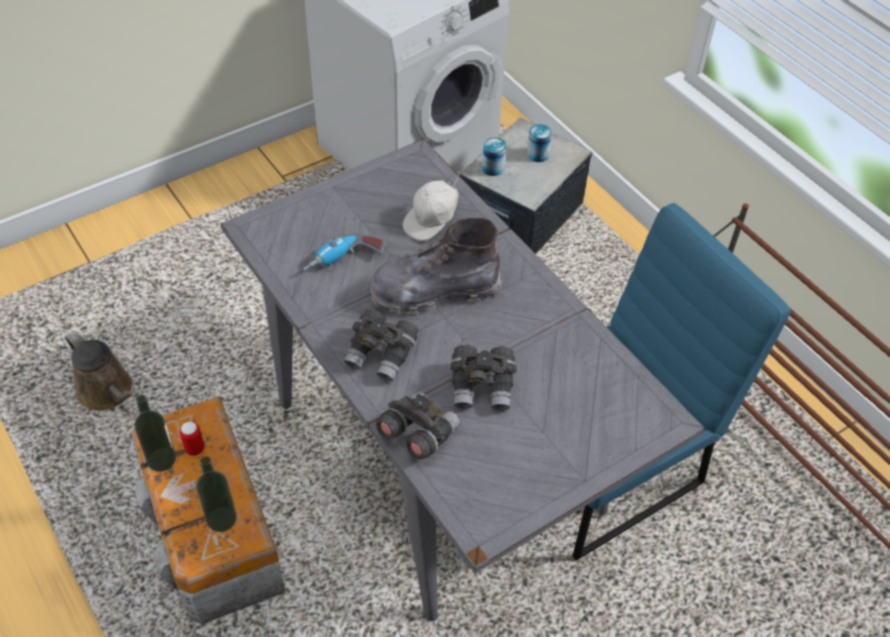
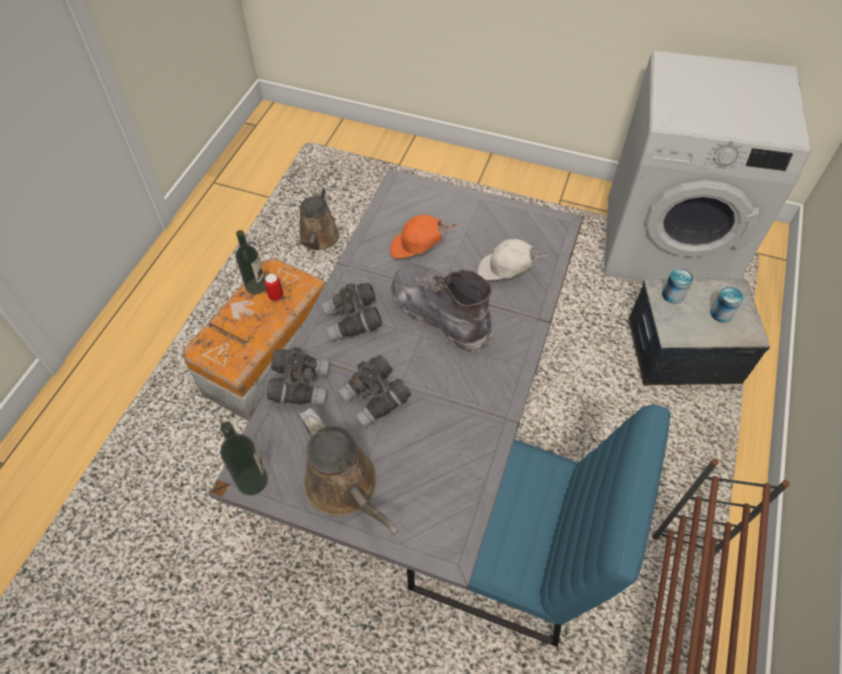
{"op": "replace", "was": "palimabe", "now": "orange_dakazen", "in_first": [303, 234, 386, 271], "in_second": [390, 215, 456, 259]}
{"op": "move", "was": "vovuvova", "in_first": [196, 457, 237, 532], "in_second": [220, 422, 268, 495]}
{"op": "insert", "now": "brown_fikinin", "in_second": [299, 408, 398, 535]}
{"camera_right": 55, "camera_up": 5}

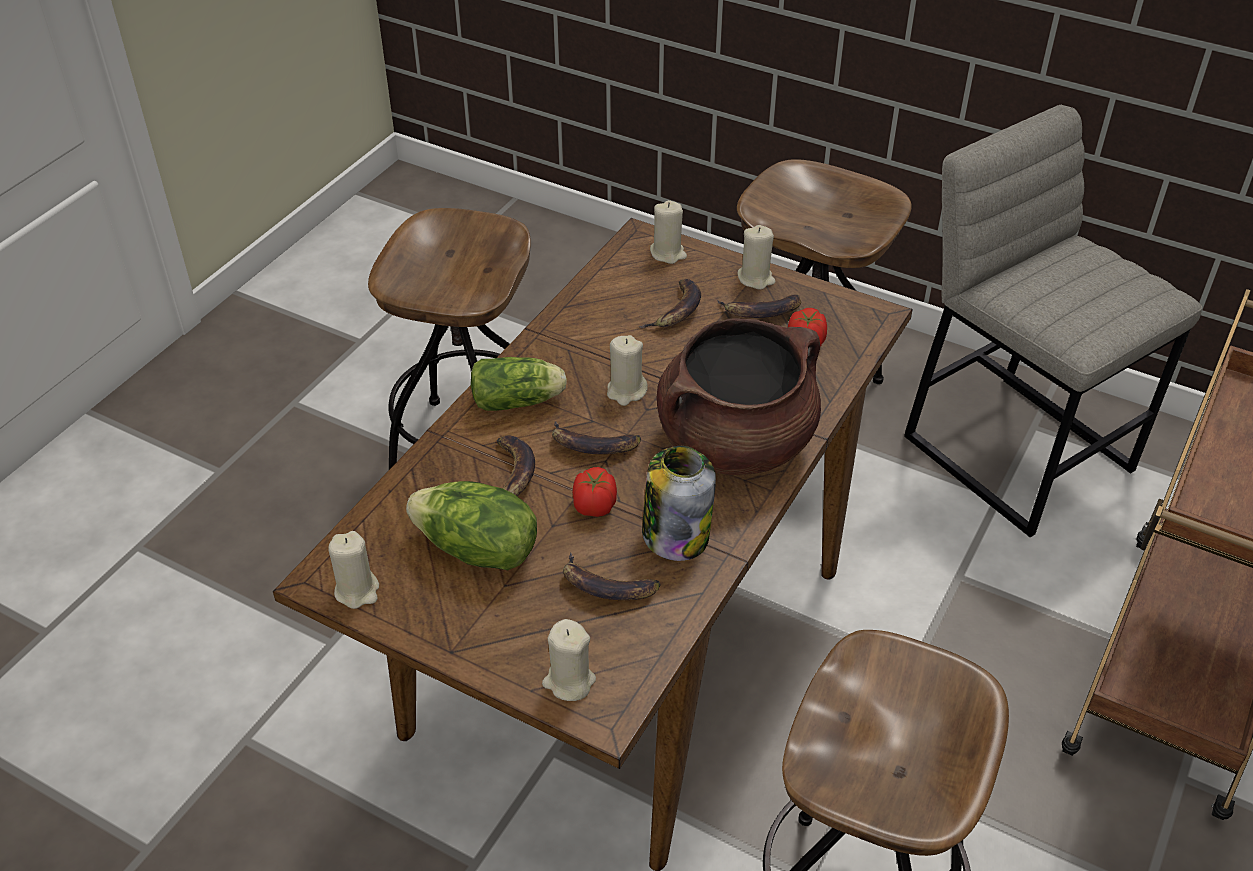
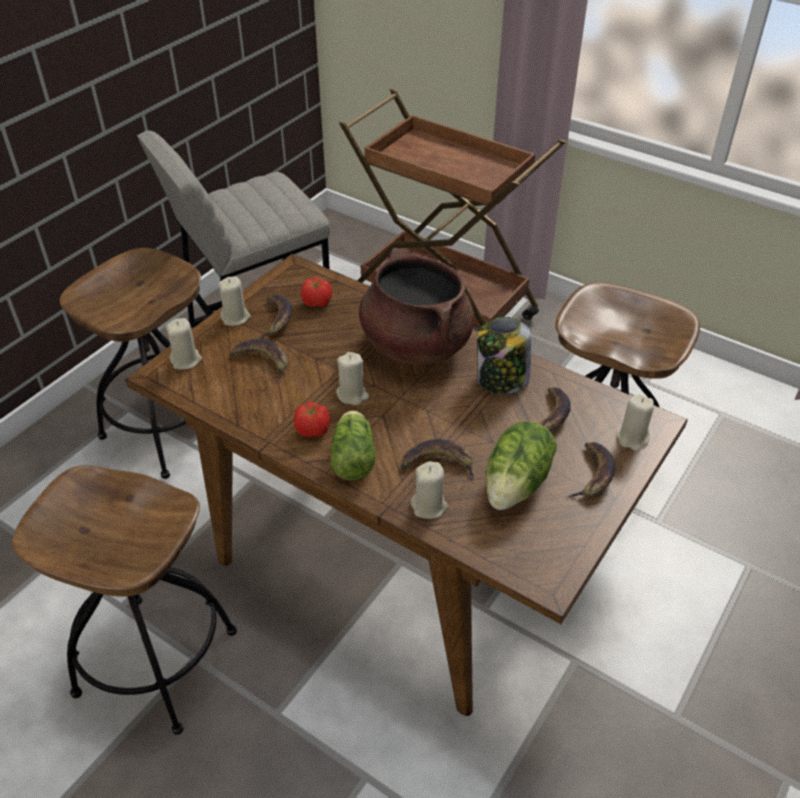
{"op": "move", "was": "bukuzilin", "in_first": [552, 421, 641, 454], "in_second": [567, 442, 615, 498]}
{"op": "move", "was": "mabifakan", "in_first": [572, 467, 617, 517], "in_second": [294, 402, 330, 437]}
{"op": "move", "was": "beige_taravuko", "in_first": [328, 531, 379, 609], "in_second": [411, 461, 448, 519]}
{"camera_right": -85, "camera_up": 0}

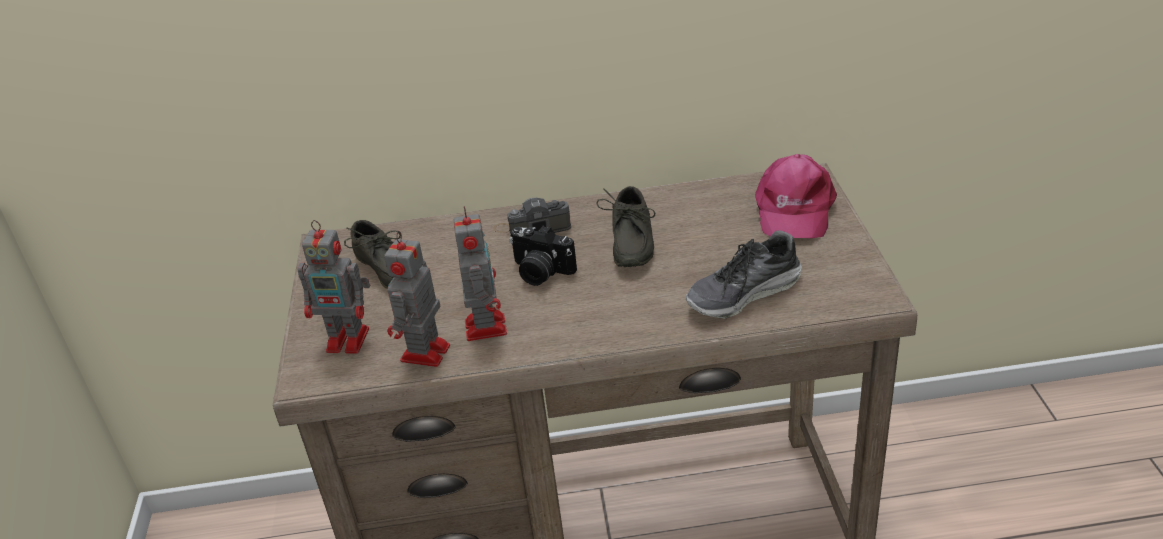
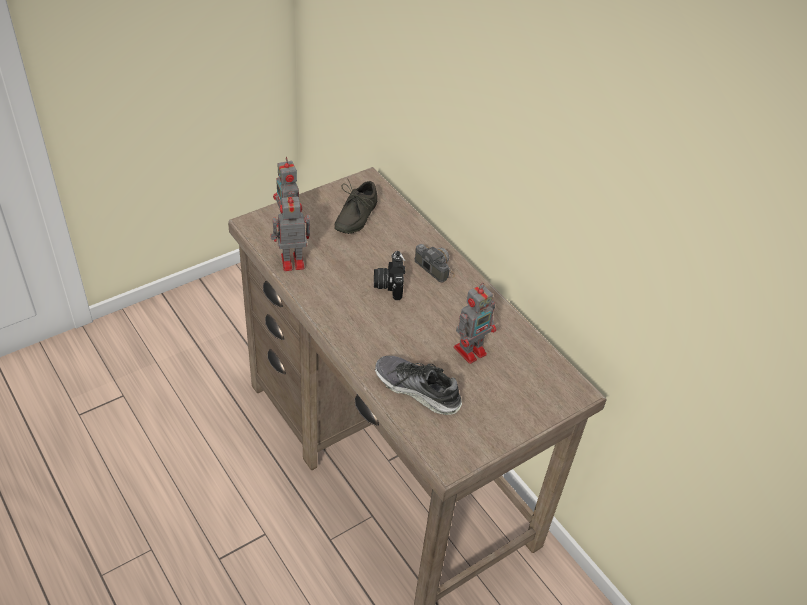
{"op": "delete", "was": "pink_dakazen", "in_first": [755, 154, 837, 238]}
{"op": "delete", "was": "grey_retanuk", "in_first": [596, 186, 655, 267]}
{"op": "move", "was": "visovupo", "in_first": [454, 206, 507, 341], "in_second": [454, 283, 496, 364]}
{"camera_right": 55, "camera_up": 10}

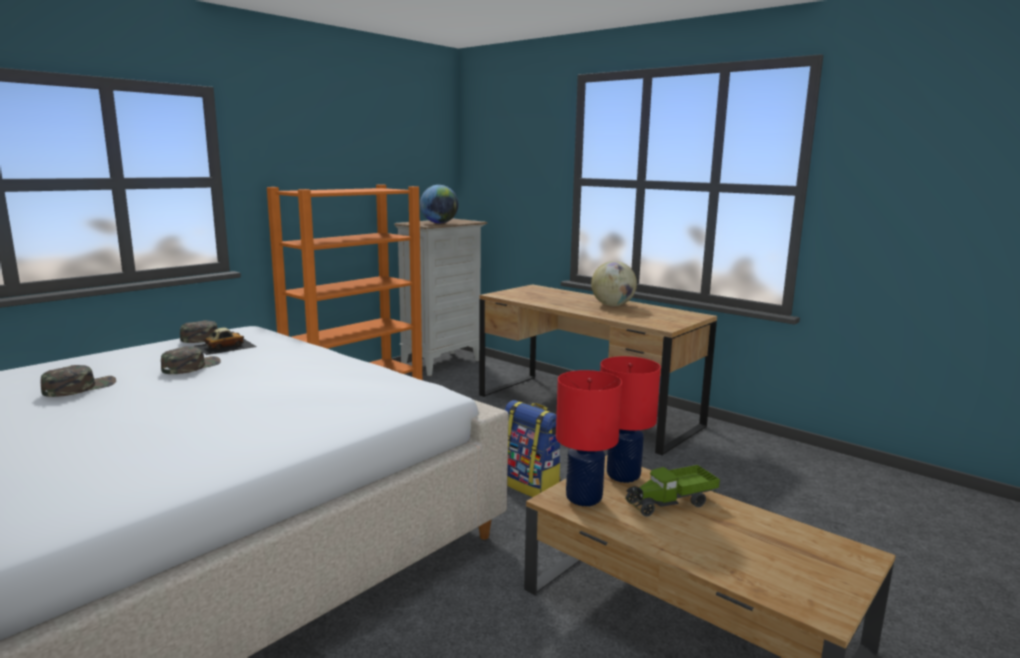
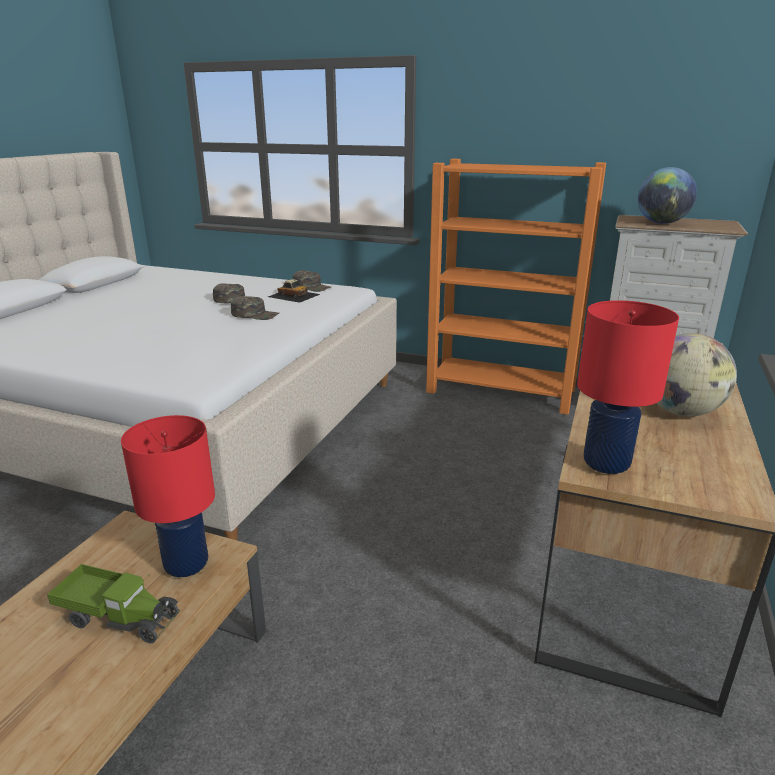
{"op": "move", "was": "green_dakazen", "in_first": [41, 365, 116, 397], "in_second": [231, 296, 279, 320]}
{"op": "move", "was": "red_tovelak", "in_first": [556, 370, 622, 507], "in_second": [577, 300, 679, 474]}
{"op": "delete", "was": "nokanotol", "in_first": [504, 400, 561, 497]}
{"op": "rotate", "was": "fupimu", "in_first": [625, 465, 720, 517], "in_second": [47, 564, 180, 643], "clockwise": 150}
{"camera_right": 70, "camera_up": 10}

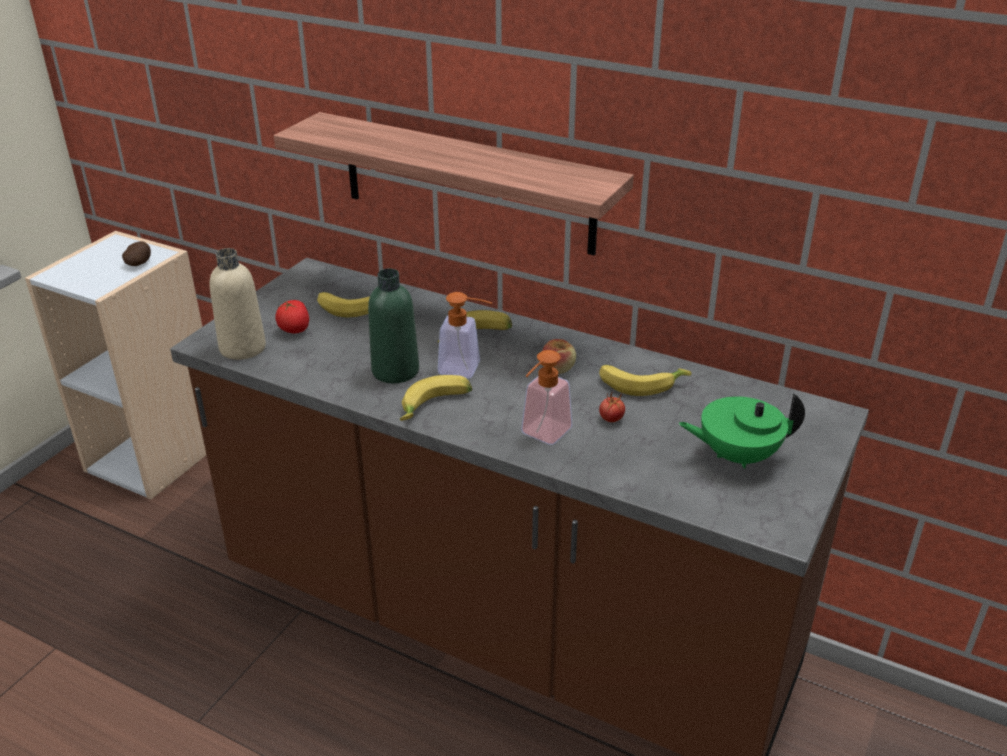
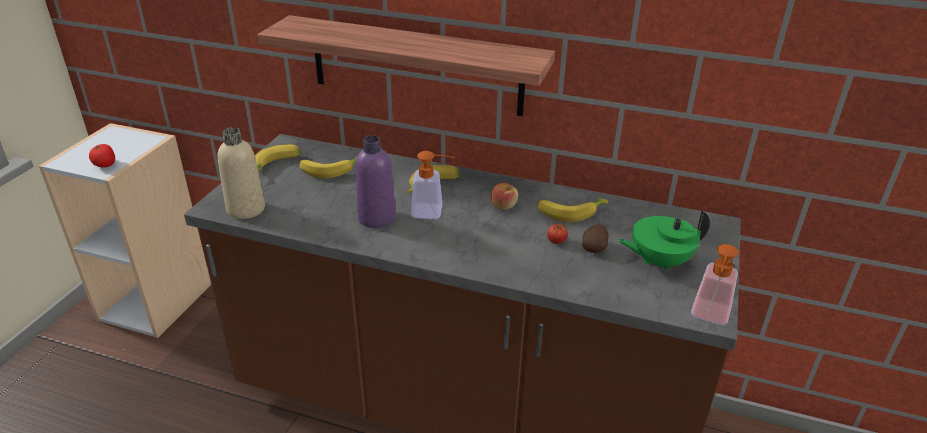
{"op": "move", "was": "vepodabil", "in_first": [122, 241, 151, 266], "in_second": [582, 224, 609, 253]}
{"op": "recolor", "was": "green_vovuvova", "now": "purple_vovuvova", "in_first": [368, 268, 419, 383], "in_second": [355, 135, 396, 228]}
{"op": "move", "was": "mabifakan", "in_first": [275, 300, 309, 333], "in_second": [89, 144, 115, 167]}
{"op": "move", "was": "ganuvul", "in_first": [521, 350, 572, 445], "in_second": [691, 244, 739, 325]}
{"op": "move", "was": "bukuzilin", "in_first": [400, 375, 472, 421], "in_second": [255, 145, 302, 172]}
{"camera_right": -10, "camera_up": 0}

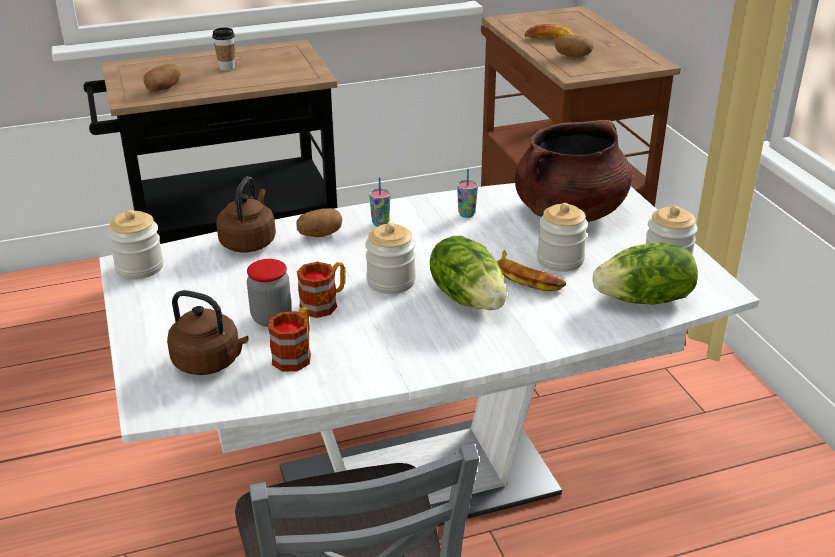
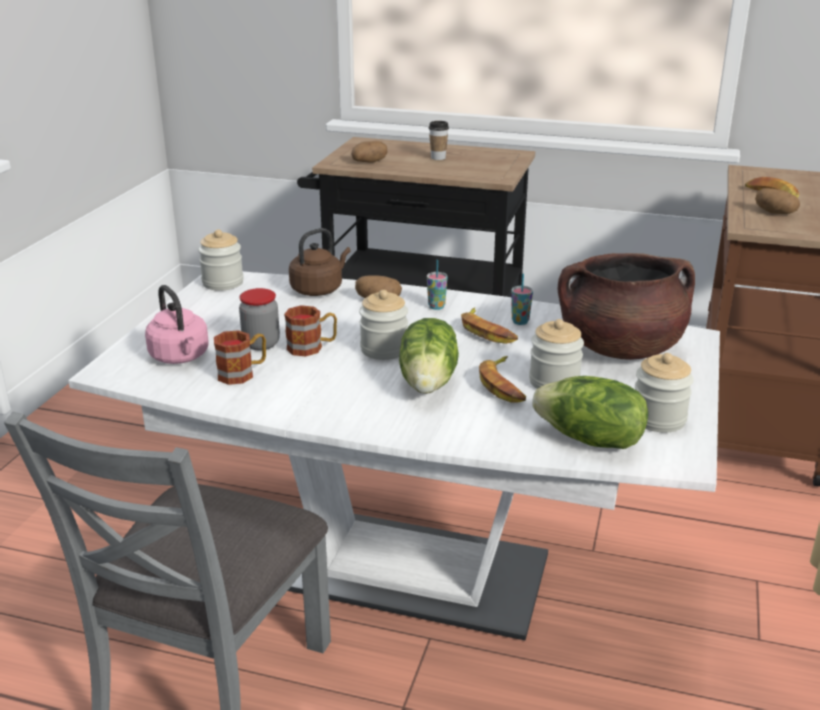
{"op": "recolor", "was": "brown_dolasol", "now": "pink_dolasol", "in_first": [167, 290, 249, 375], "in_second": [145, 285, 209, 364]}
{"op": "insert", "now": "bukuzilin", "in_second": [461, 307, 518, 344]}
{"camera_right": 35, "camera_up": -5}

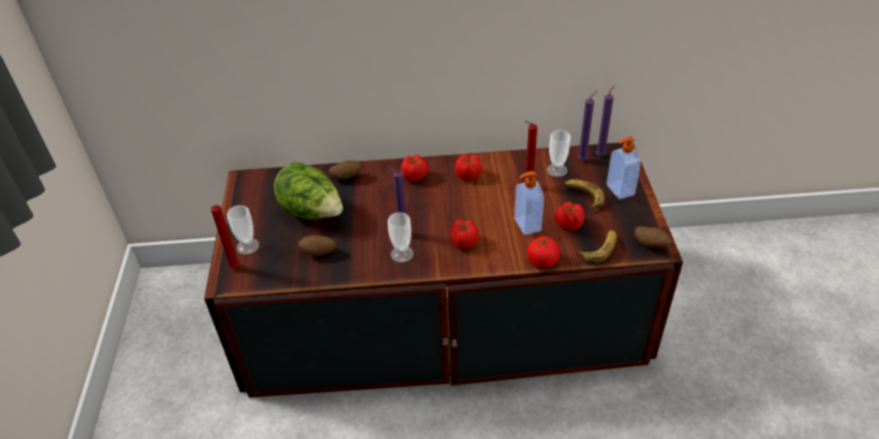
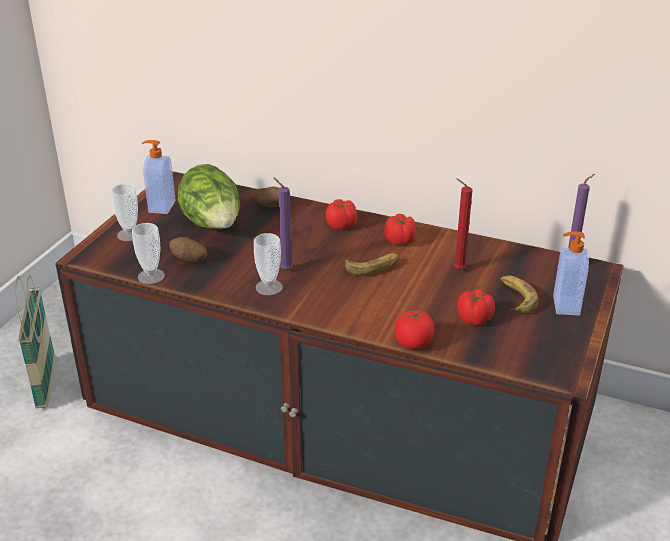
{"op": "delete", "was": "purple_taravuko", "in_first": [578, 91, 598, 160]}
{"op": "move", "was": "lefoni", "in_first": [547, 130, 571, 177], "in_second": [132, 223, 165, 284]}
{"op": "move", "was": "ganuvul", "in_first": [514, 171, 544, 235], "in_second": [142, 140, 175, 214]}
{"op": "delete", "was": "red_taravuko", "in_first": [211, 205, 239, 268]}
{"op": "delete", "was": "mabifakan", "in_first": [450, 220, 479, 249]}
{"op": "delete", "was": "vepodabil", "in_first": [634, 226, 671, 248]}
{"op": "move", "was": "bukuzilin", "in_first": [578, 230, 617, 263], "in_second": [345, 253, 399, 276]}
{"op": "insert", "now": "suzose", "in_second": [15, 275, 55, 408]}
{"camera_right": 25, "camera_up": -10}

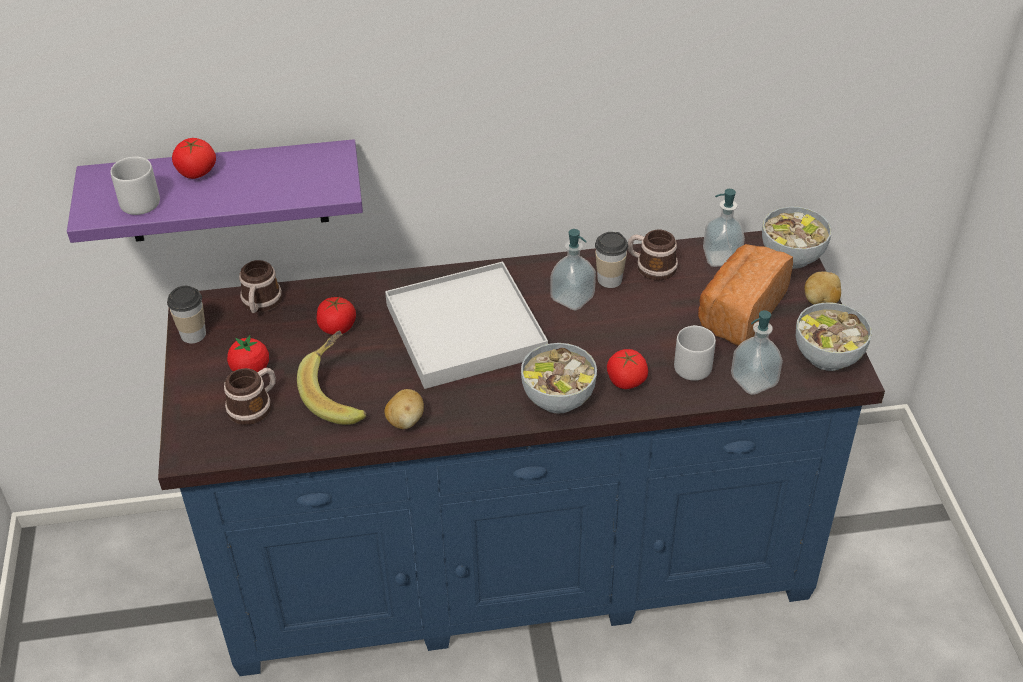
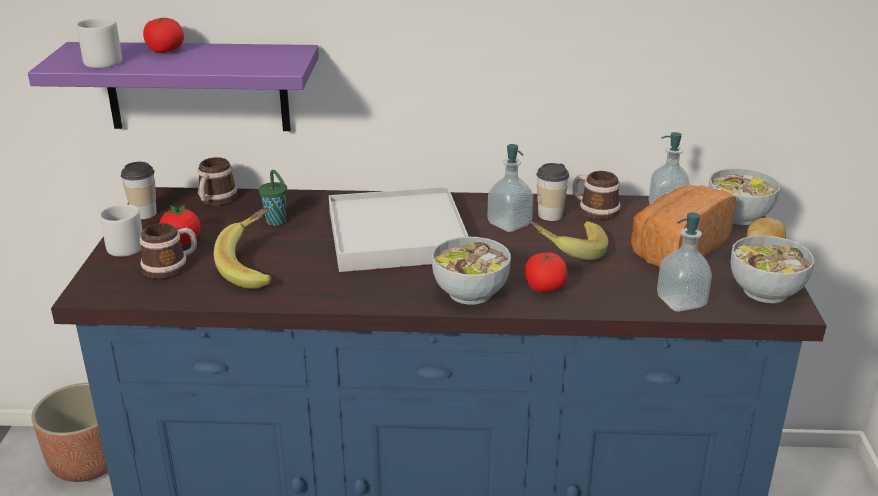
{"op": "replace", "was": "mabifakan", "now": "green_lefoni", "in_first": [317, 296, 356, 335], "in_second": [258, 170, 287, 226]}
{"op": "move", "was": "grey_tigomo", "in_first": [674, 325, 716, 381], "in_second": [100, 204, 143, 257]}
{"op": "delete", "was": "vepodabil", "in_first": [384, 389, 424, 429]}
{"op": "insert", "now": "bukuzilin", "in_second": [529, 221, 608, 260]}
{"op": "insert", "now": "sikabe", "in_second": [31, 383, 108, 482]}
{"camera_right": 10, "camera_up": -15}

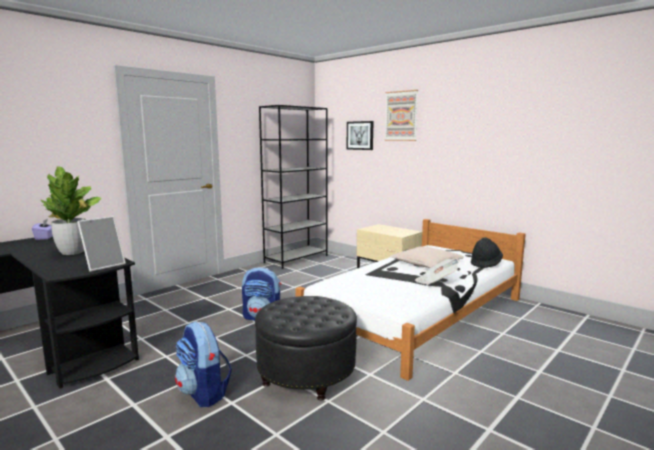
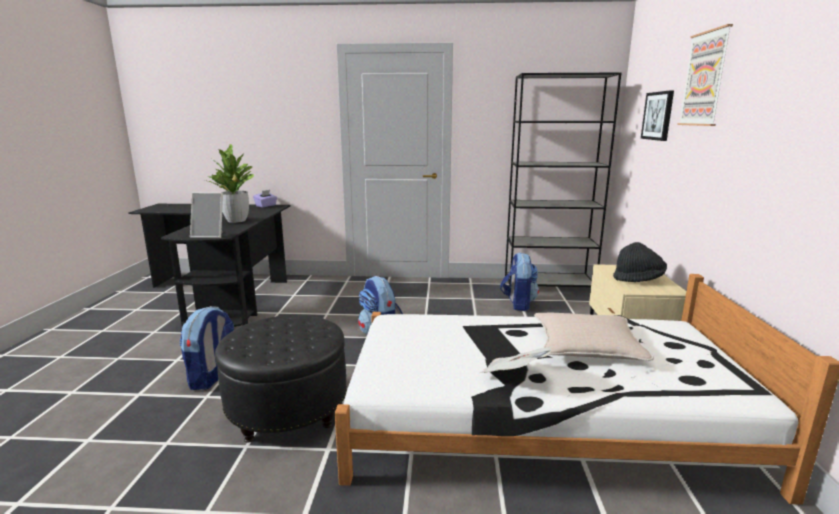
{"op": "move", "was": "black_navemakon", "in_first": [471, 237, 503, 268], "in_second": [613, 242, 667, 282]}
{"op": "insert", "now": "nokanotol", "in_second": [500, 252, 539, 311]}
{"camera_right": 50, "camera_up": 5}

